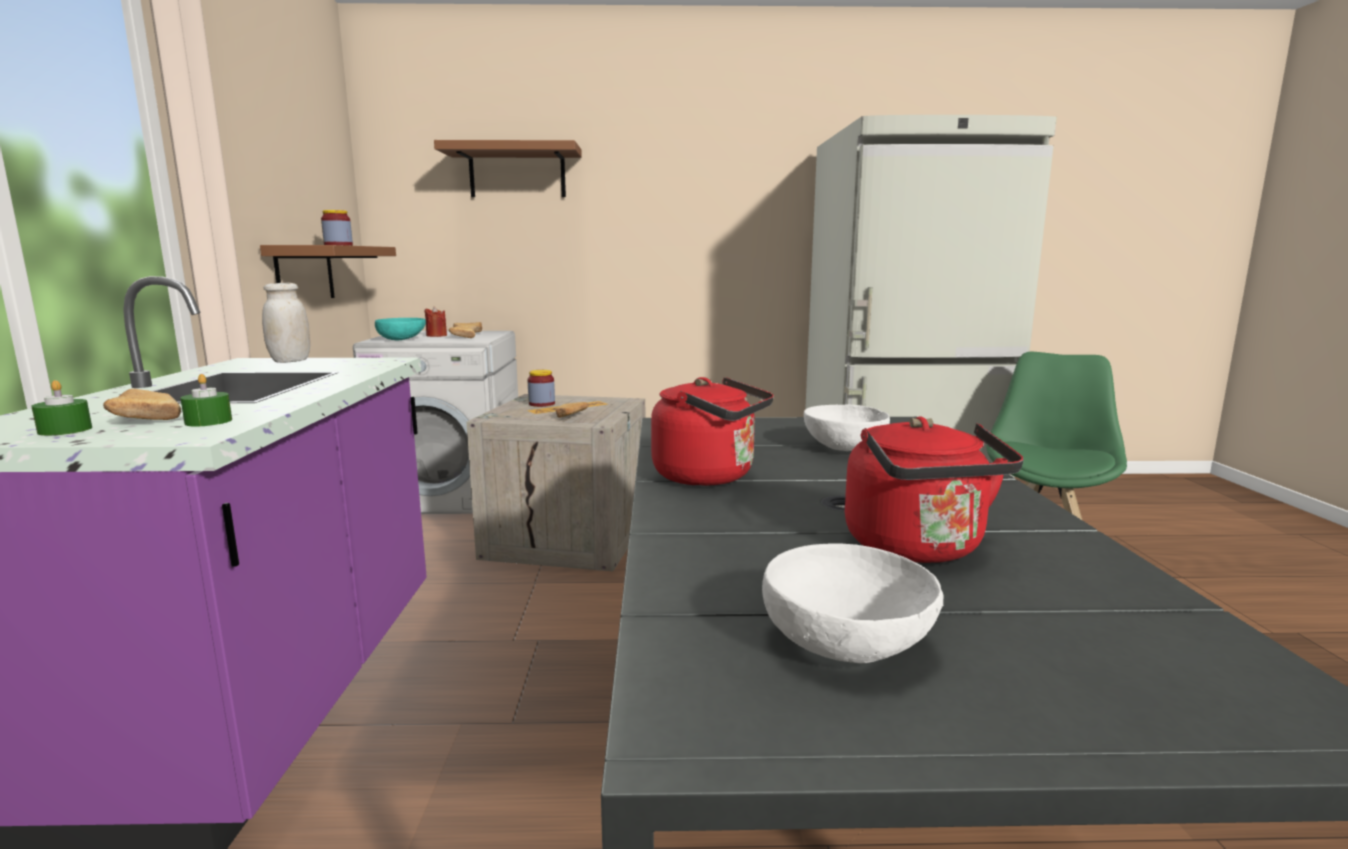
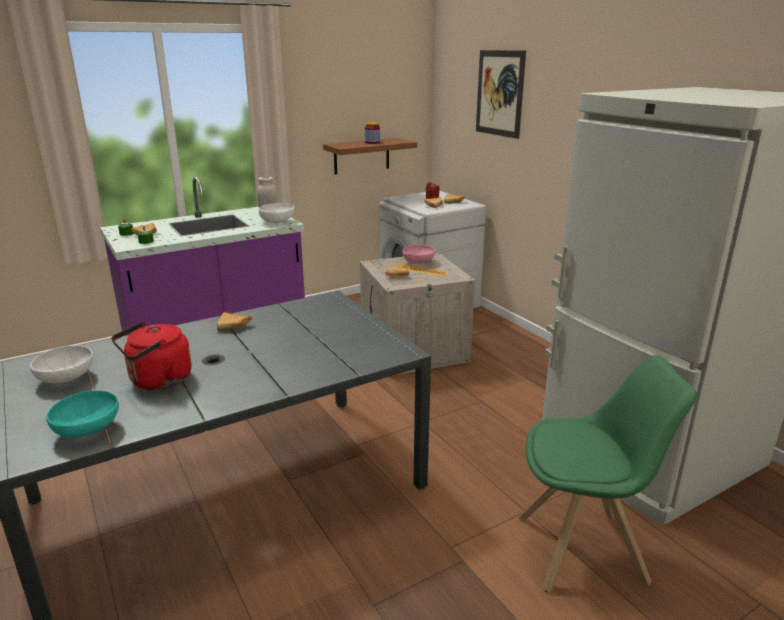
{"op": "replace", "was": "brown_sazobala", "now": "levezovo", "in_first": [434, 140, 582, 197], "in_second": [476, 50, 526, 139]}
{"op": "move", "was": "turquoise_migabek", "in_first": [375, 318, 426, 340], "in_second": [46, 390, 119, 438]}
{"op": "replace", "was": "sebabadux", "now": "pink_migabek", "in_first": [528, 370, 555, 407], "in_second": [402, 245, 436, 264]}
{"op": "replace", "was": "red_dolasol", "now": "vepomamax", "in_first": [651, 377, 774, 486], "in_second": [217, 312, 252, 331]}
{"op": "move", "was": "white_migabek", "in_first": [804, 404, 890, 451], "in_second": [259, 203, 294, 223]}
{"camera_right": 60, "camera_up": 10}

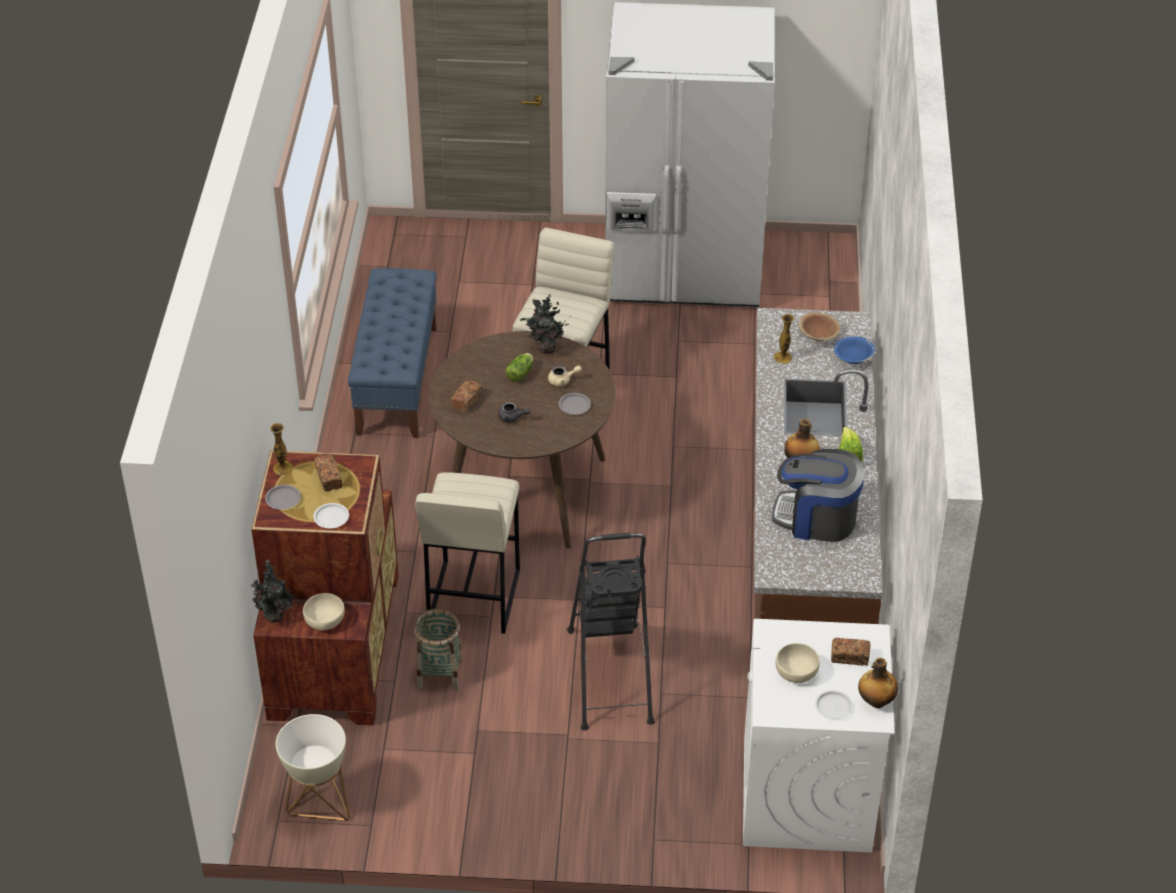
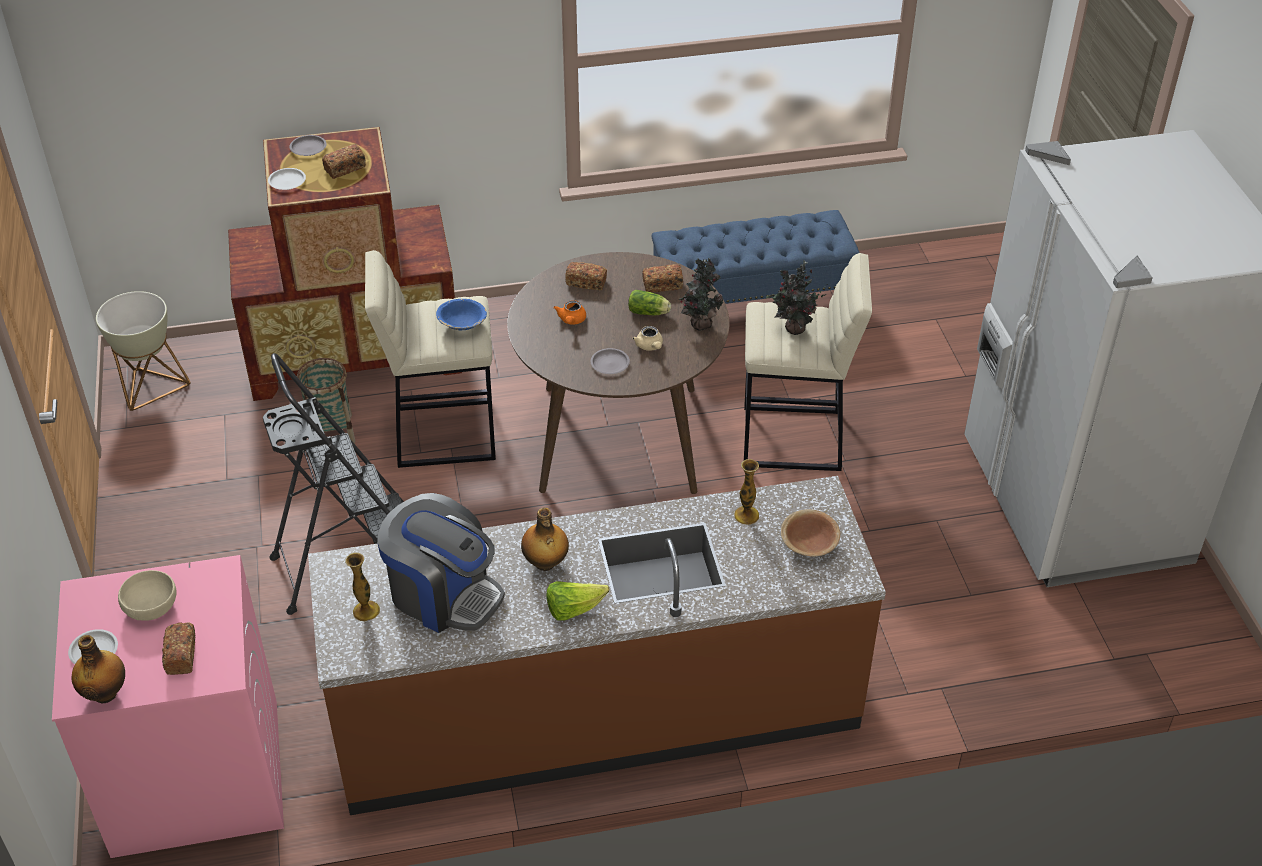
{"op": "move", "was": "blue_migabek", "in_first": [834, 336, 876, 364], "in_second": [436, 299, 487, 330]}
{"op": "recolor", "was": "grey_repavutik", "now": "orange_repavutik", "in_first": [498, 402, 531, 423], "in_second": [553, 300, 586, 325]}
{"op": "move", "was": "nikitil", "in_first": [270, 423, 293, 476], "in_second": [345, 552, 380, 622]}
{"op": "rotate", "was": "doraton", "in_first": [772, 449, 864, 542], "in_second": [377, 493, 505, 633], "clockwise": 120}
{"op": "move", "was": "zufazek", "in_first": [251, 560, 295, 623], "in_second": [766, 260, 827, 335]}
{"op": "delete", "was": "beige_migabek", "in_first": [303, 593, 345, 630]}
{"op": "recolor", "was": "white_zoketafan", "now": "pink_zoketafan", "in_first": [743, 619, 895, 853], "in_second": [52, 555, 284, 858]}
{"op": "insert", "now": "vepomamax", "in_second": [642, 264, 683, 292]}
{"camera_right": 75, "camera_up": 0}

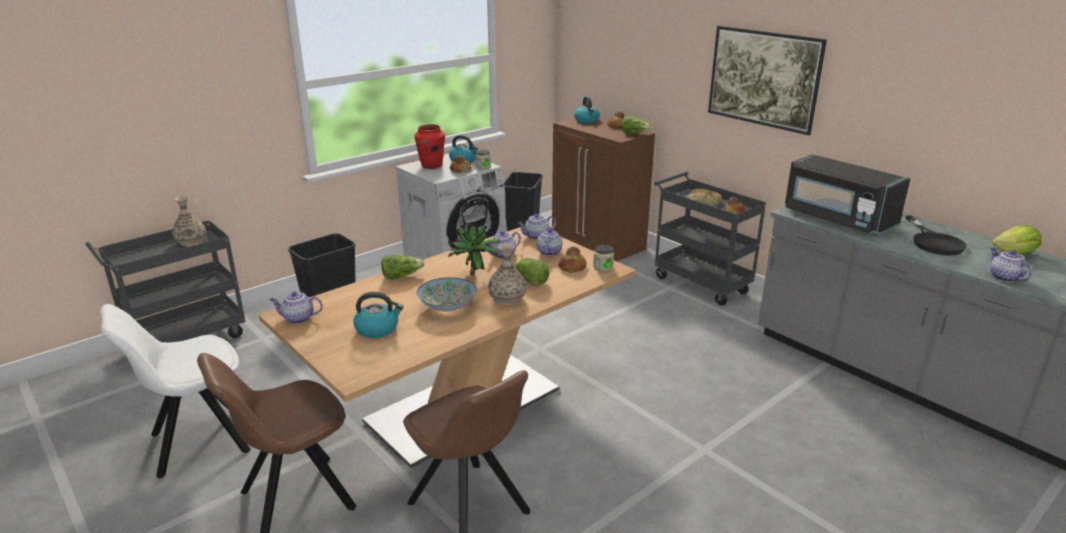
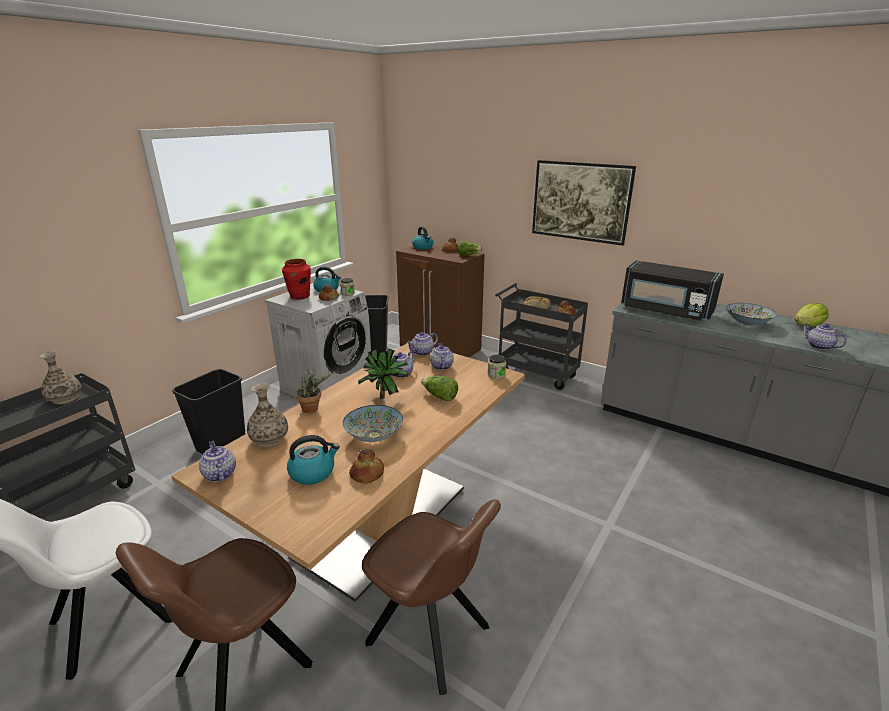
{"op": "replace", "was": "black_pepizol", "now": "migabek", "in_first": [906, 216, 967, 256], "in_second": [726, 303, 776, 325]}
{"op": "move", "was": "nikitil", "in_first": [488, 243, 526, 305], "in_second": [247, 383, 288, 447]}
{"op": "move", "was": "vepomamax", "in_first": [558, 247, 587, 273], "in_second": [349, 449, 384, 484]}
{"op": "replace", "was": "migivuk", "now": "zufazek", "in_first": [381, 255, 425, 280], "in_second": [296, 368, 331, 413]}
{"op": "rotate", "was": "repavutik", "in_first": [270, 291, 323, 324], "in_second": [199, 441, 236, 482], "clockwise": 75}
{"camera_right": -15, "camera_up": 0}

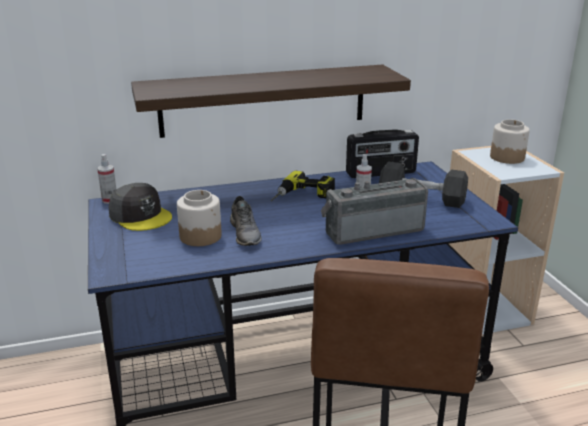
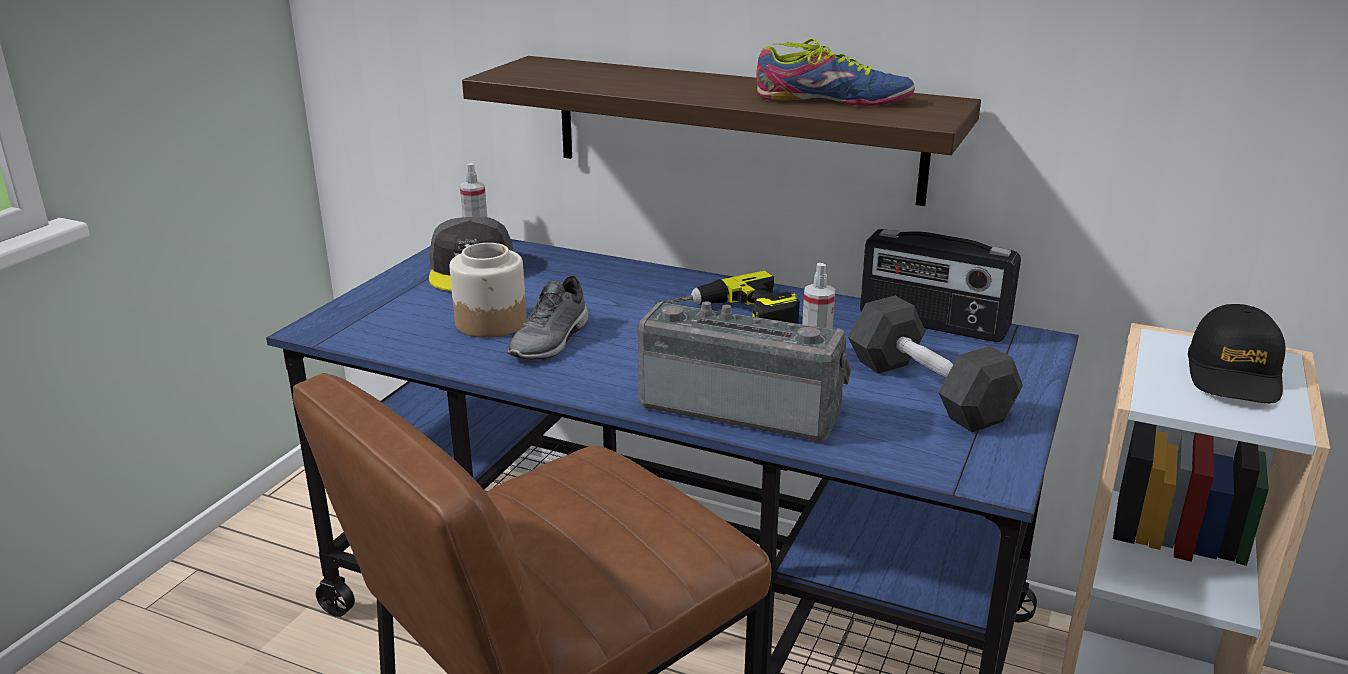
{"op": "replace", "was": "sebabadux", "now": "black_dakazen", "in_first": [490, 119, 530, 164], "in_second": [1188, 304, 1285, 404]}
{"op": "insert", "now": "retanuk", "in_second": [757, 38, 915, 106]}
{"camera_right": 40, "camera_up": 0}

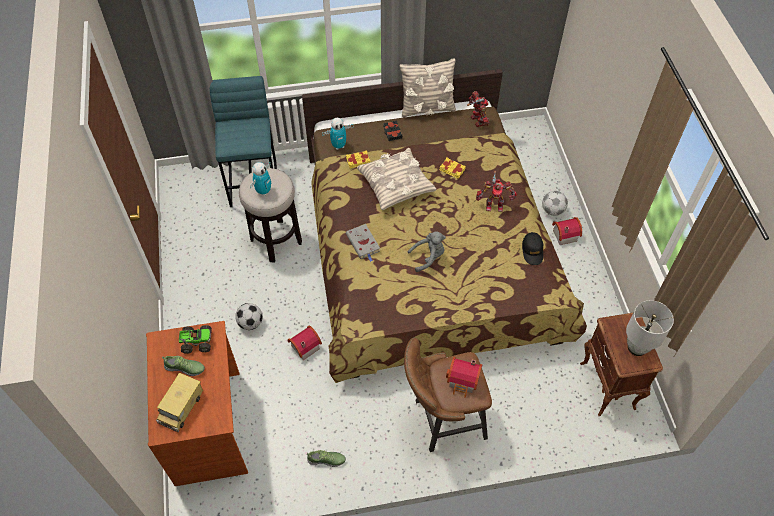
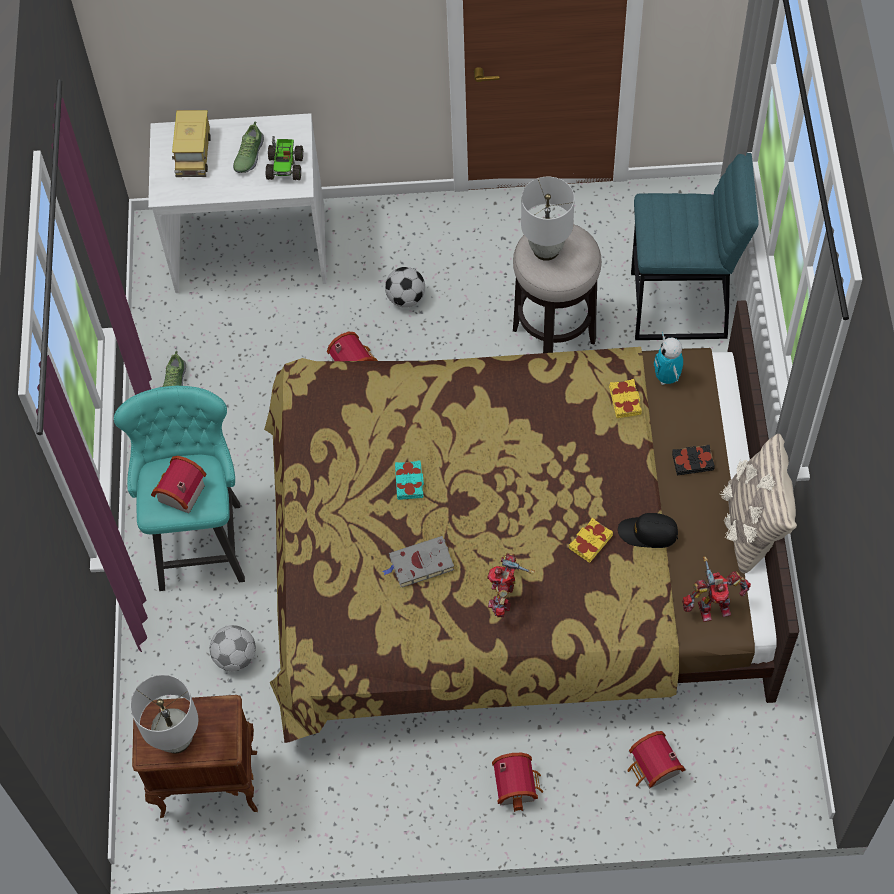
{"op": "delete", "was": "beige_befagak", "in_first": [357, 148, 436, 210]}
{"op": "replace", "was": "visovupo", "now": "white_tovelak", "in_first": [250, 162, 272, 196], "in_second": [521, 177, 575, 261]}
{"op": "move", "was": "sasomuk", "in_first": [542, 191, 568, 216], "in_second": [210, 625, 256, 671]}
{"op": "move", "was": "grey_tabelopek", "in_first": [346, 224, 380, 262], "in_second": [383, 536, 454, 587]}
{"op": "replace", "was": "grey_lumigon", "now": "turquoise_tabelopek", "in_first": [407, 231, 446, 272], "in_second": [395, 460, 424, 500]}
{"op": "move", "was": "black_dakazen", "in_first": [522, 232, 543, 265], "in_second": [618, 513, 678, 548]}
{"op": "recolor", "was": "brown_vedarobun", "now": "white_vedarobun", "in_first": [146, 321, 248, 486], "in_second": [148, 113, 326, 293]}
{"op": "recolor", "was": "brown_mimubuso", "now": "turquoise_mimubuso", "in_first": [404, 337, 492, 452], "in_second": [114, 386, 245, 591]}
{"op": "rotate", "was": "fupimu", "in_first": [156, 373, 203, 432], "in_second": [172, 110, 211, 177], "clockwise": -120}
{"op": "insert", "now": "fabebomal", "in_second": [627, 731, 686, 789]}
{"camera_right": 100, "camera_up": 5}

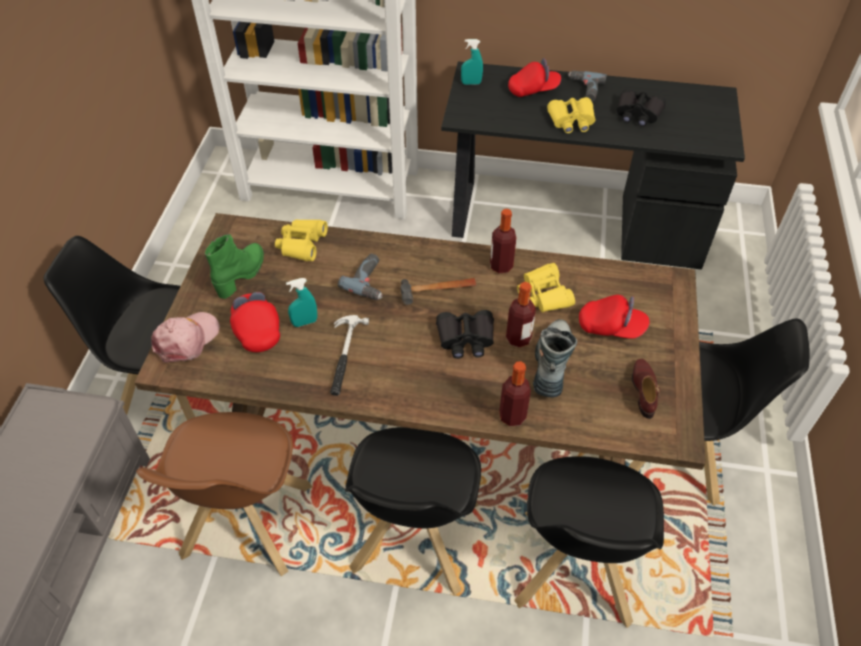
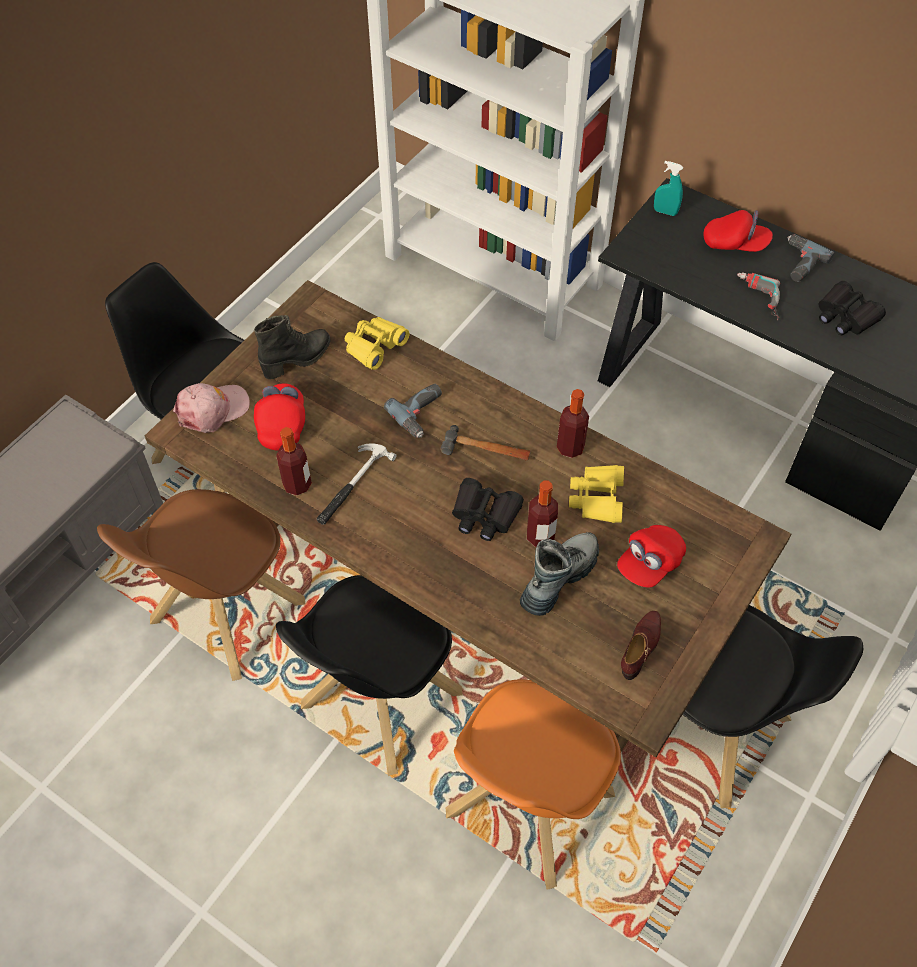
{"op": "replace", "was": "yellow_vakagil", "now": "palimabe", "in_first": [547, 97, 595, 133], "in_second": [737, 272, 780, 321]}
{"op": "recolor", "was": "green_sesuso", "now": "black_sesuso", "in_first": [205, 234, 264, 299], "in_second": [254, 315, 330, 379]}
{"op": "delete", "was": "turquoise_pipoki", "in_first": [286, 278, 317, 327]}
{"op": "rotate", "was": "red_dakazen", "in_first": [579, 295, 650, 339], "in_second": [617, 525, 686, 587], "clockwise": 90}
{"op": "move", "was": "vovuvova", "in_first": [499, 361, 531, 426], "in_second": [276, 427, 312, 495]}
{"op": "recolor", "was": "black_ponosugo", "now": "orange_ponosugo", "in_first": [514, 456, 664, 628], "in_second": [446, 679, 621, 889]}
{"camera_right": 25, "camera_up": 5}

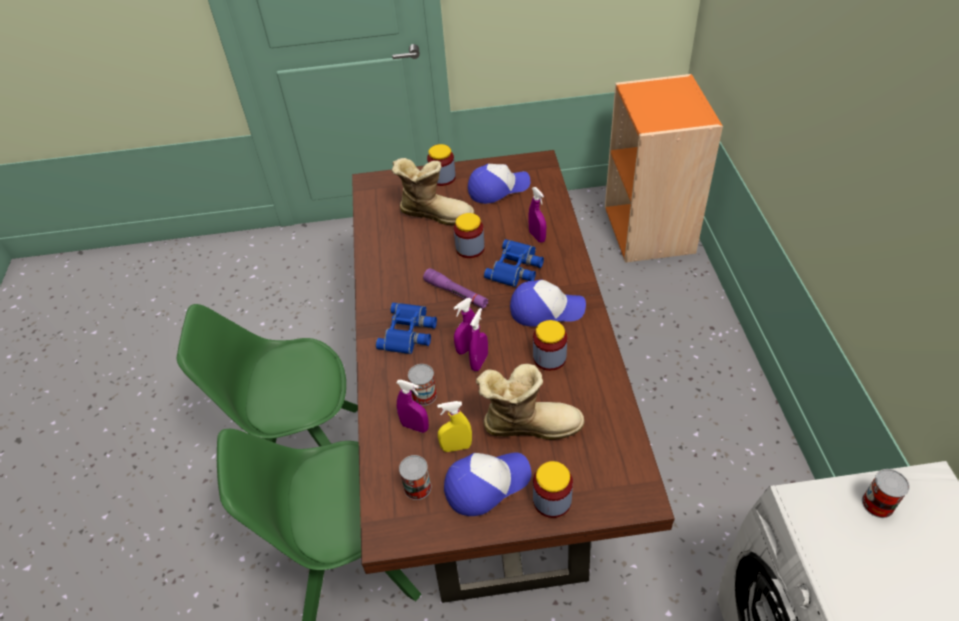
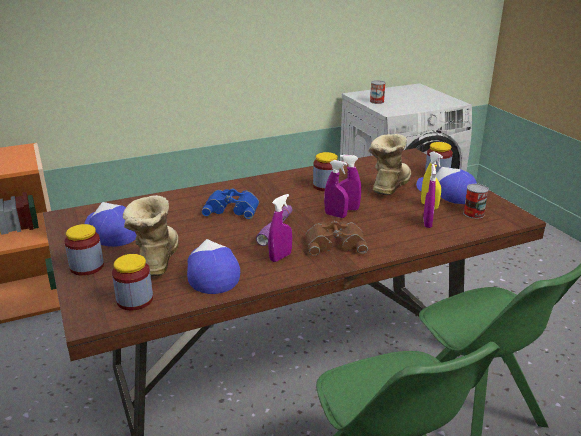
{"op": "move", "was": "purple_pipoki", "in_first": [528, 187, 546, 243], "in_second": [268, 194, 292, 262]}
{"op": "move", "was": "sebabadux", "in_first": [454, 213, 485, 258], "in_second": [112, 254, 153, 310]}
{"op": "move", "was": "dakazen", "in_first": [510, 280, 586, 327], "in_second": [187, 239, 240, 294]}
{"op": "recolor", "was": "blue_vakagil", "now": "brown_vakagil", "in_first": [376, 303, 437, 354], "in_second": [306, 221, 368, 256]}
{"op": "delete", "was": "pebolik", "in_first": [408, 364, 437, 406]}
{"op": "rotate", "was": "sesuso", "in_first": [476, 364, 584, 440], "in_second": [369, 134, 411, 195], "clockwise": 45}
{"camera_right": -110, "camera_up": -20}

